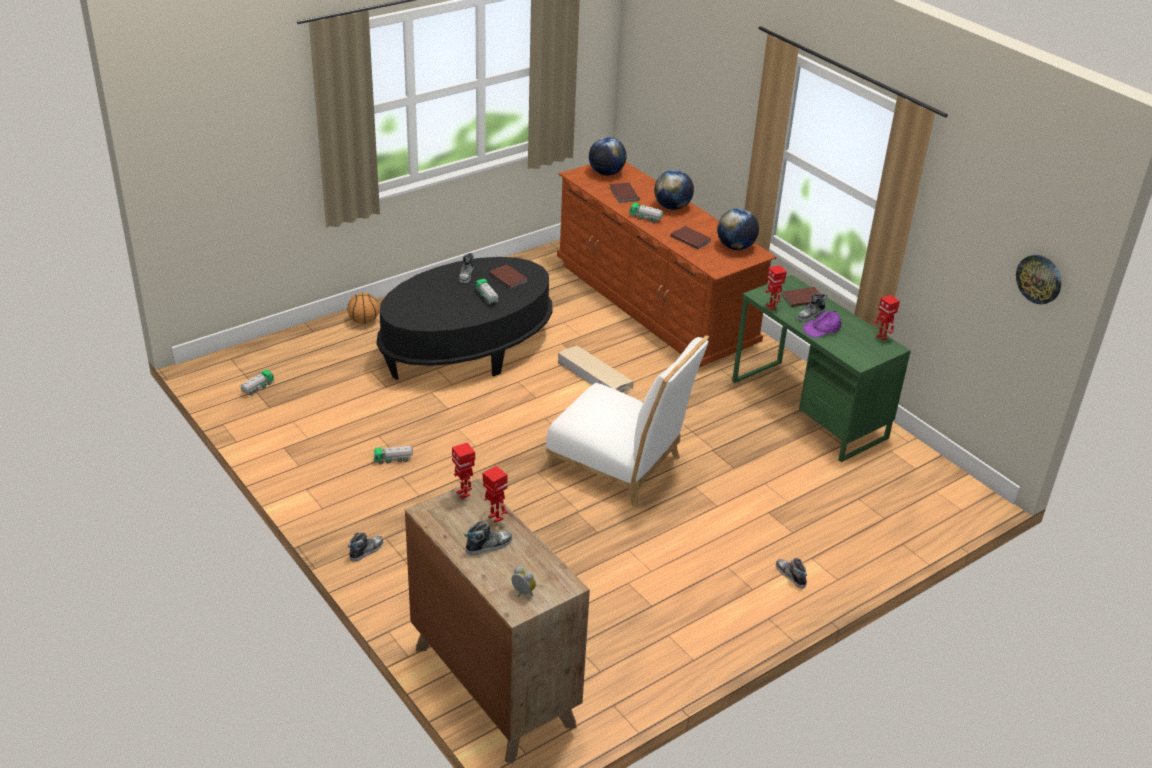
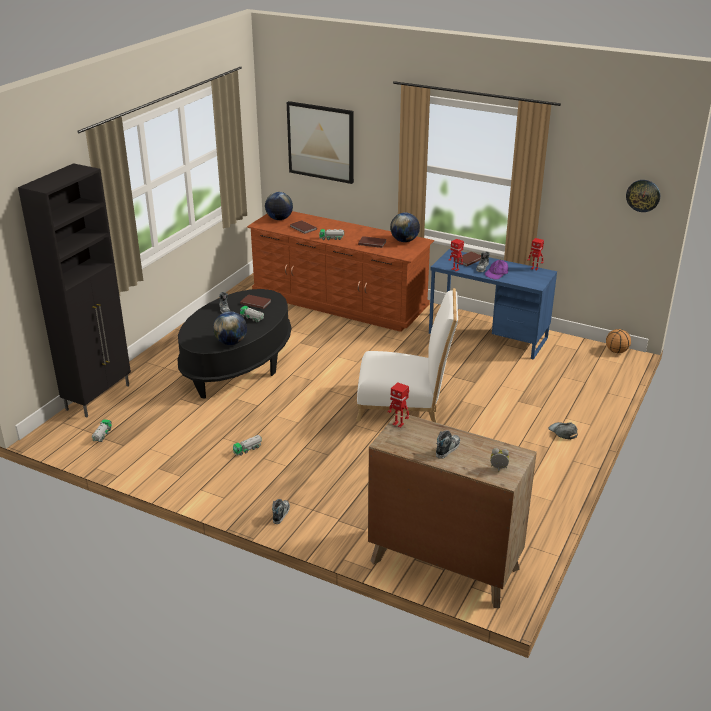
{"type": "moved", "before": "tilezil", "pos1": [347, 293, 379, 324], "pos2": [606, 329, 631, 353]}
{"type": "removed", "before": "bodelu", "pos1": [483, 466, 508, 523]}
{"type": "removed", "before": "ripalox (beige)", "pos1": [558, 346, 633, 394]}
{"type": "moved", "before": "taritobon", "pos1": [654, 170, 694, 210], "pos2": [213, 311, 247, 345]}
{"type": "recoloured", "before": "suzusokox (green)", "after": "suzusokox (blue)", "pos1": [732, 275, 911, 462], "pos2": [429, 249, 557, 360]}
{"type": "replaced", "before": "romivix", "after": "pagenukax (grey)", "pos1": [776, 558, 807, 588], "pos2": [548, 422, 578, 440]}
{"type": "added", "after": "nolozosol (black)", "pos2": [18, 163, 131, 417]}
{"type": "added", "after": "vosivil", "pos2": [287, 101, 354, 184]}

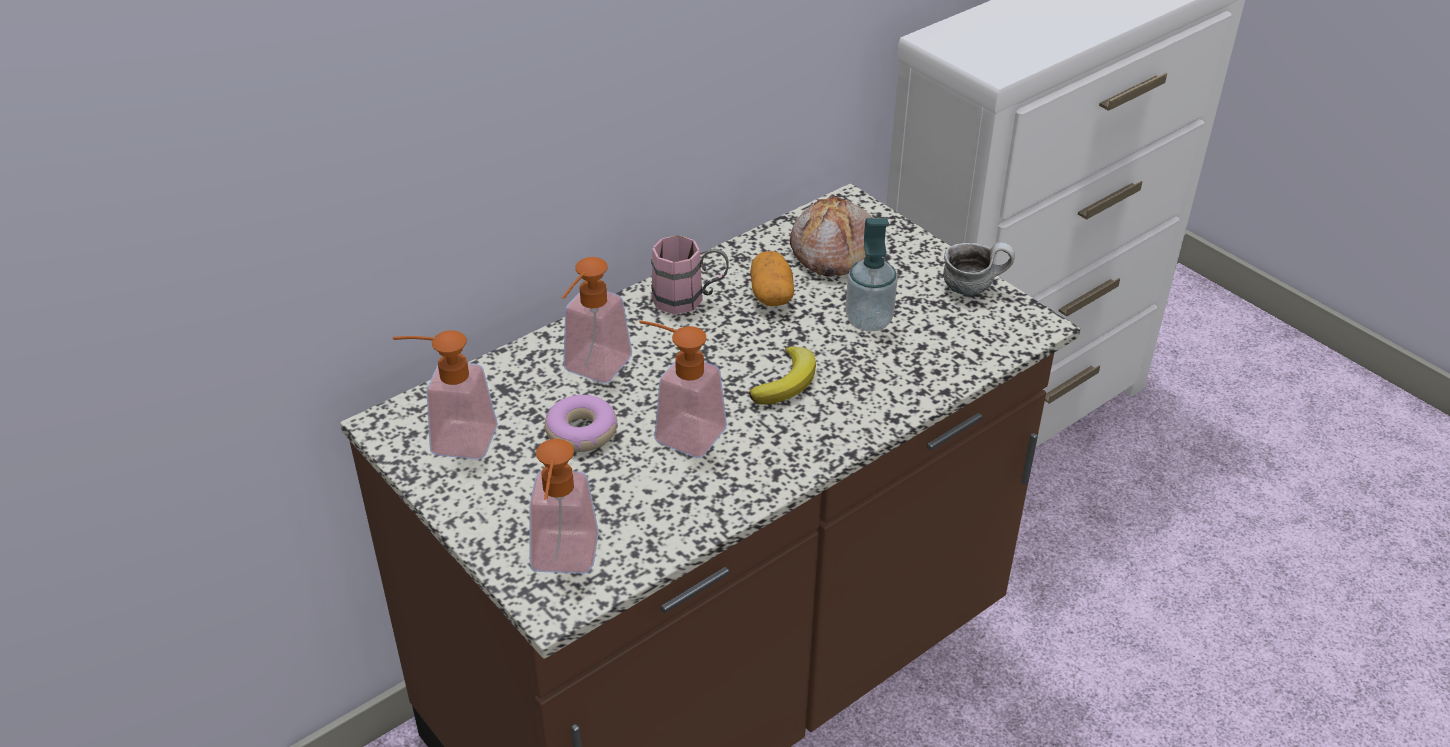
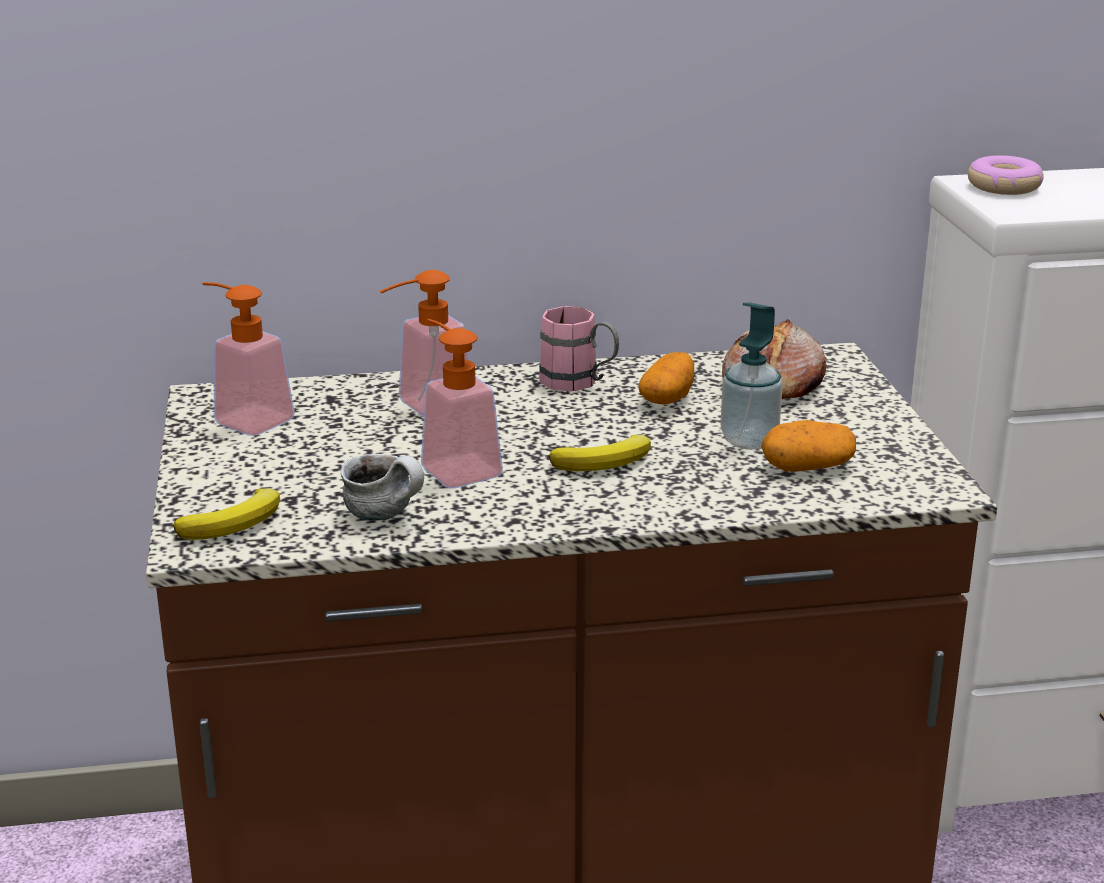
{"type": "replaced", "before": "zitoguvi", "after": "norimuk", "pos1": [529, 439, 599, 574], "pos2": [173, 488, 280, 540]}
{"type": "moved", "before": "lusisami", "pos1": [545, 395, 618, 452], "pos2": [968, 155, 1044, 195]}
{"type": "moved", "before": "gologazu", "pos1": [944, 242, 1015, 296], "pos2": [341, 454, 424, 520]}
{"type": "added", "after": "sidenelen", "pos2": [761, 420, 856, 472]}

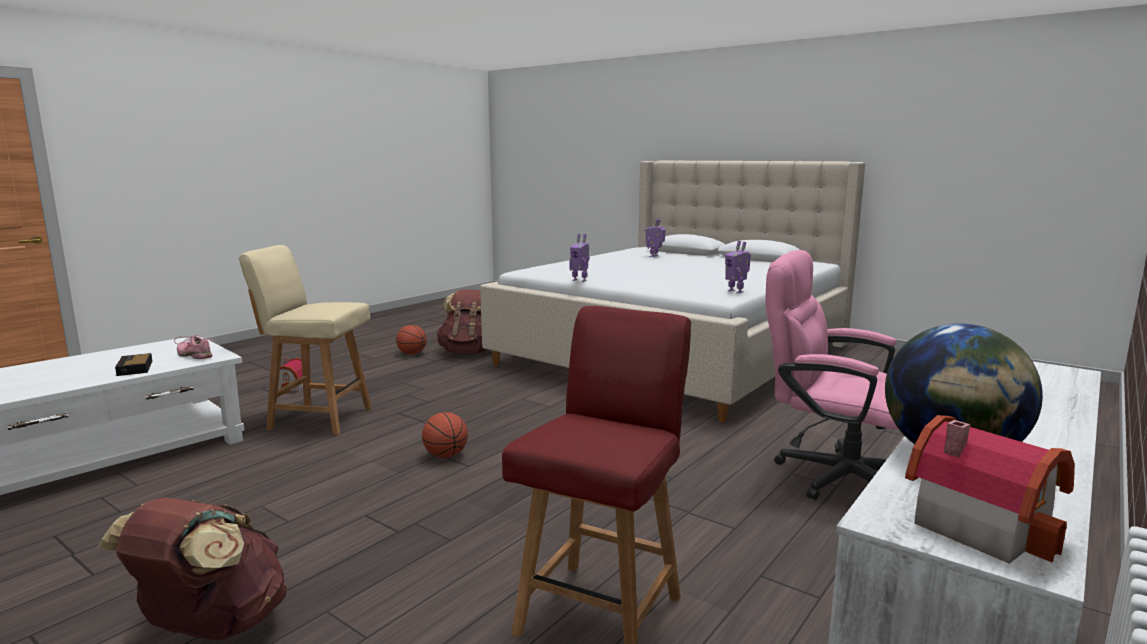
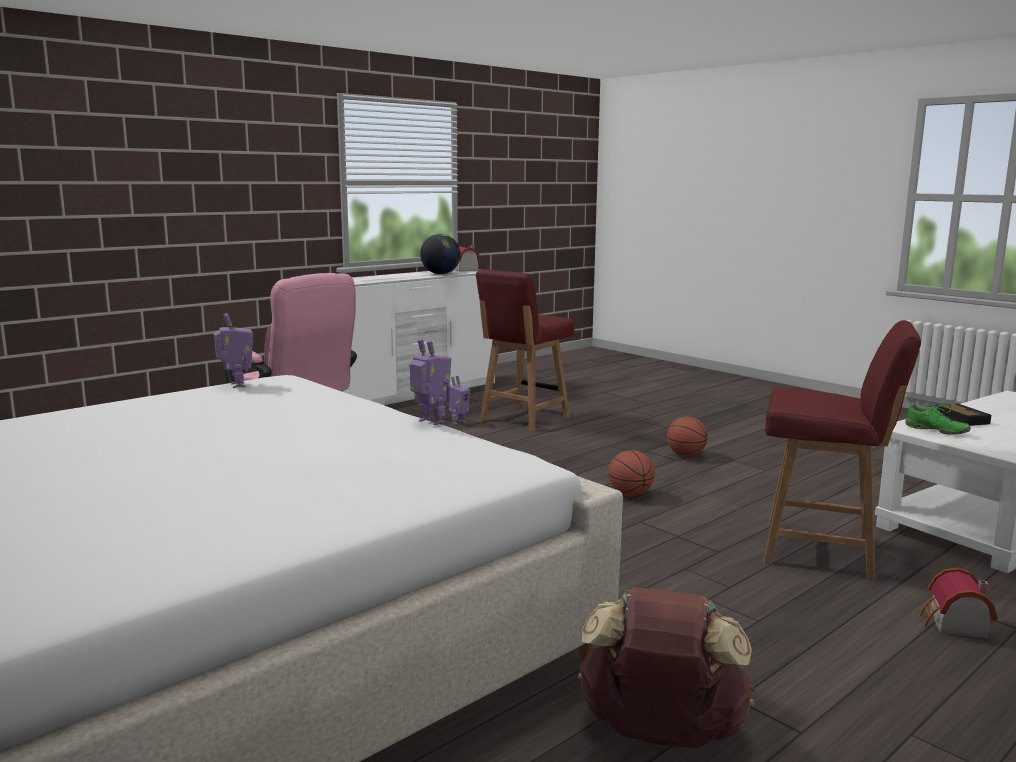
{"type": "removed", "before": "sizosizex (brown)", "pos1": [97, 497, 287, 640]}
{"type": "recoloured", "before": "romivix (pink)", "after": "romivix (green)", "pos1": [174, 335, 214, 359], "pos2": [905, 403, 971, 435]}
{"type": "recoloured", "before": "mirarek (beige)", "after": "mirarek (red)", "pos1": [239, 245, 372, 435], "pos2": [763, 320, 921, 579]}
{"type": "moved", "before": "tilezil", "pos1": [396, 325, 427, 355], "pos2": [667, 416, 708, 457]}
{"type": "moved", "before": "bodelu", "pos1": [645, 219, 666, 257], "pos2": [448, 376, 470, 425]}

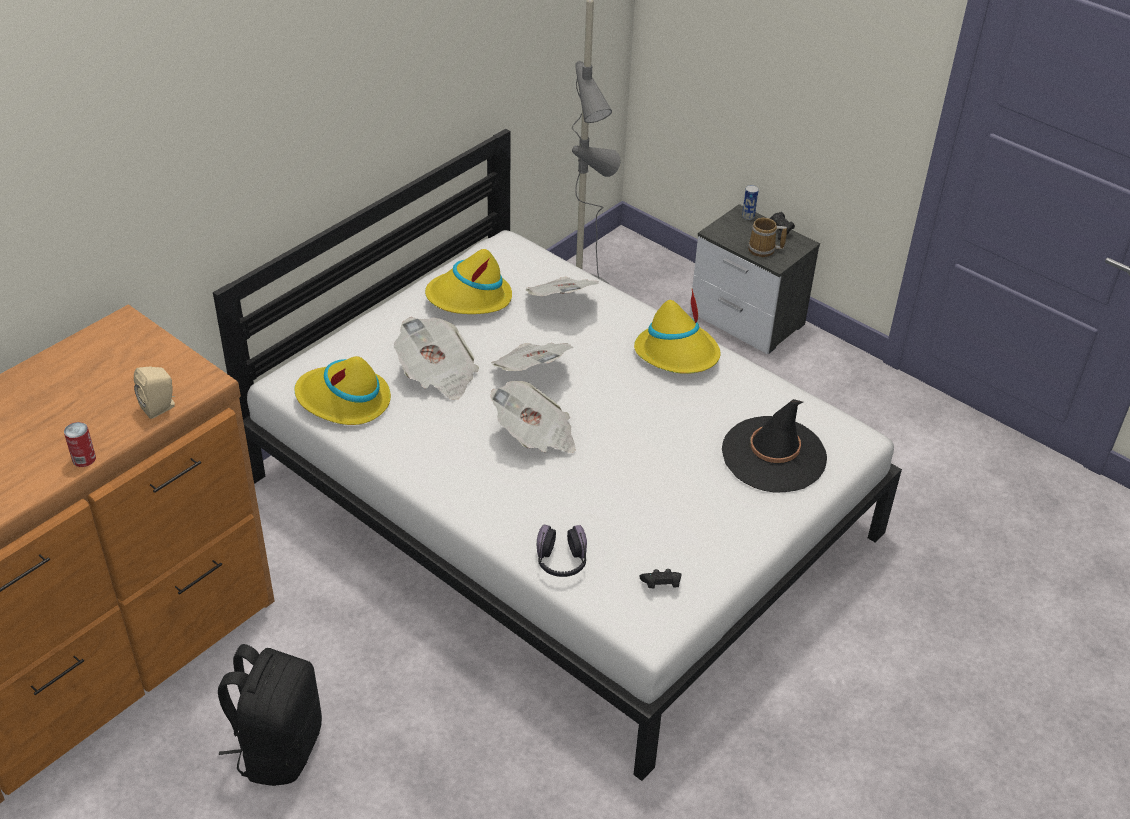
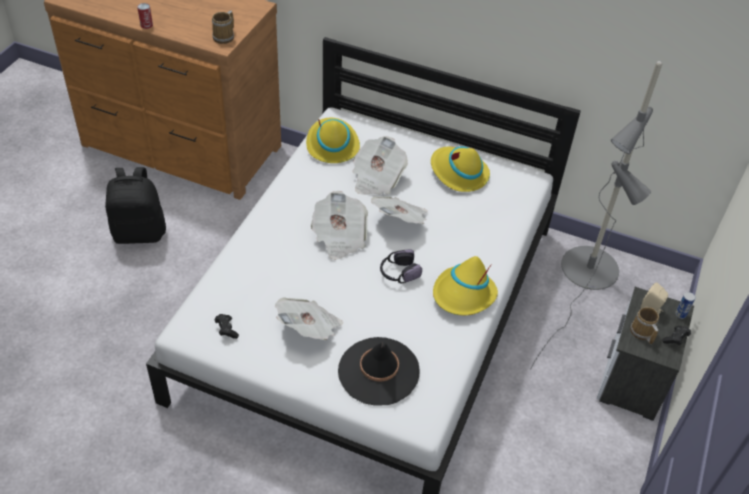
{"type": "moved", "before": "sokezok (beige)", "pos1": [134, 367, 175, 419], "pos2": [640, 282, 668, 314]}
{"type": "moved", "before": "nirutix", "pos1": [525, 277, 599, 296], "pos2": [275, 298, 343, 340]}
{"type": "moved", "before": "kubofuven", "pos1": [537, 525, 587, 577], "pos2": [380, 249, 422, 283]}
{"type": "added", "after": "gologazu", "pos2": [212, 10, 234, 44]}

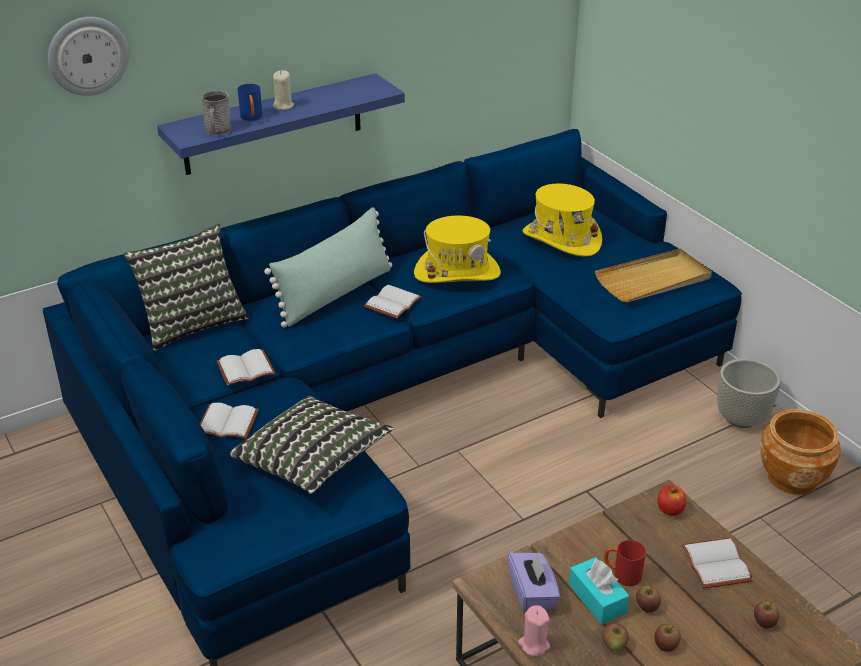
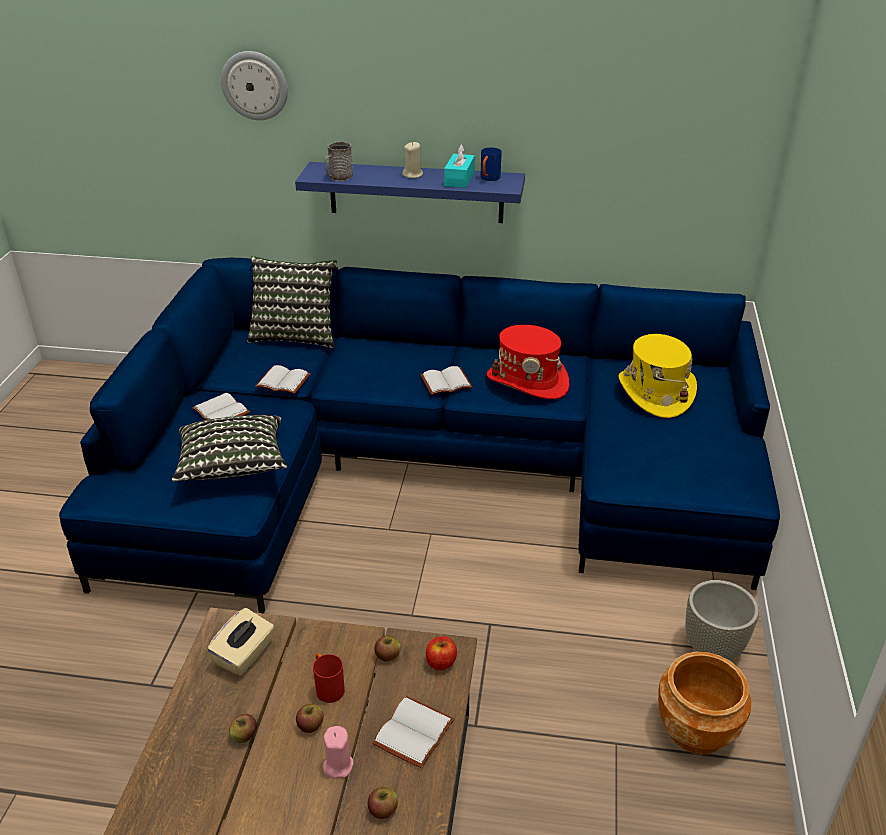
{"type": "moved", "before": "gologazu (blue)", "pos1": [238, 84, 262, 121], "pos2": [481, 147, 502, 181]}
{"type": "removed", "before": "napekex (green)", "pos1": [264, 207, 392, 327]}
{"type": "recoloured", "before": "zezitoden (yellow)", "after": "zezitoden (red)", "pos1": [414, 216, 501, 283], "pos2": [487, 325, 569, 399]}
{"type": "recoloured", "before": "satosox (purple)", "after": "satosox (beige)", "pos1": [507, 552, 560, 614], "pos2": [207, 608, 274, 676]}
{"type": "moved", "before": "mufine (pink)", "pos1": [518, 605, 550, 656], "pos2": [323, 726, 354, 779]}
{"type": "moved", "before": "satosox (turquoise)", "pos1": [569, 557, 630, 624], "pos2": [444, 144, 475, 188]}
{"type": "removed", "before": "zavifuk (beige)", "pos1": [595, 249, 712, 302]}
{"type": "moved", "before": "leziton", "pos1": [655, 624, 681, 652], "pos2": [374, 636, 401, 661]}

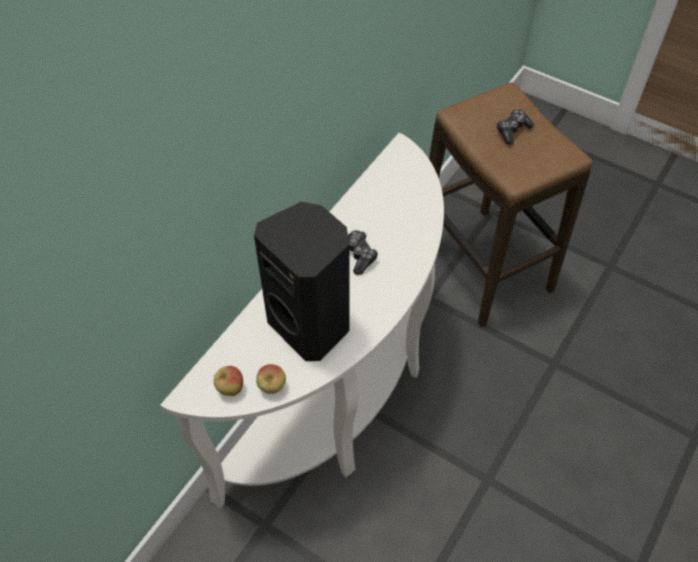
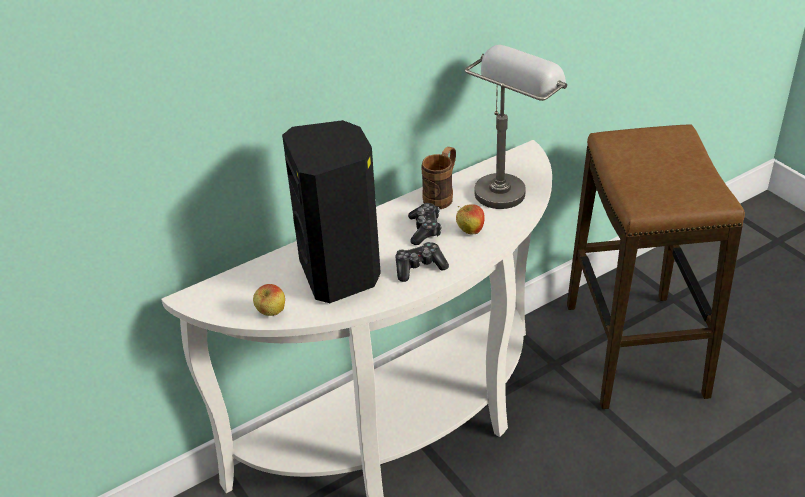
{"type": "moved", "before": "leziton", "pos1": [213, 366, 243, 396], "pos2": [456, 204, 485, 234]}
{"type": "moved", "before": "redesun", "pos1": [497, 110, 534, 145], "pos2": [395, 242, 449, 282]}
{"type": "added", "after": "gologazu (brown)", "pos2": [422, 147, 456, 209]}
{"type": "added", "after": "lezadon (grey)", "pos2": [465, 45, 567, 209]}

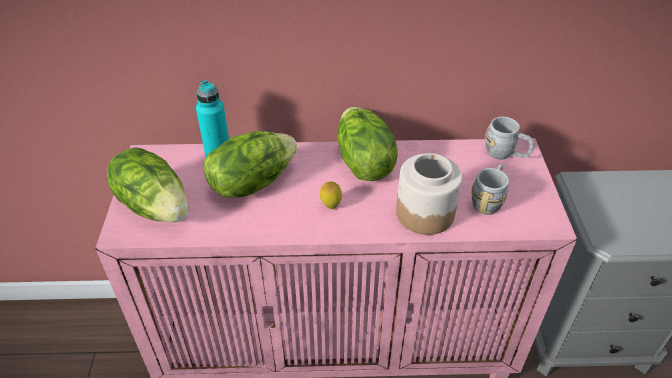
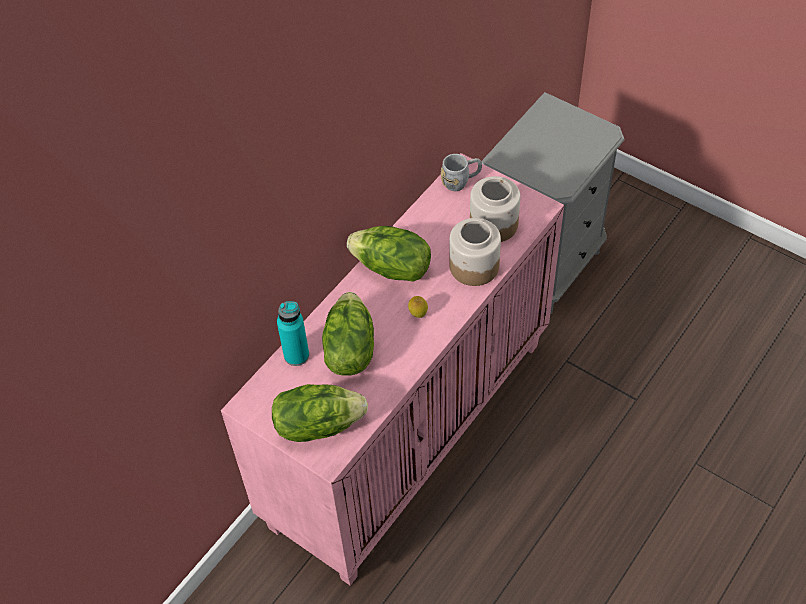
{"type": "replaced", "before": "gologazu (grey)", "after": "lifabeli", "pos1": [471, 164, 509, 215], "pos2": [470, 176, 520, 242]}

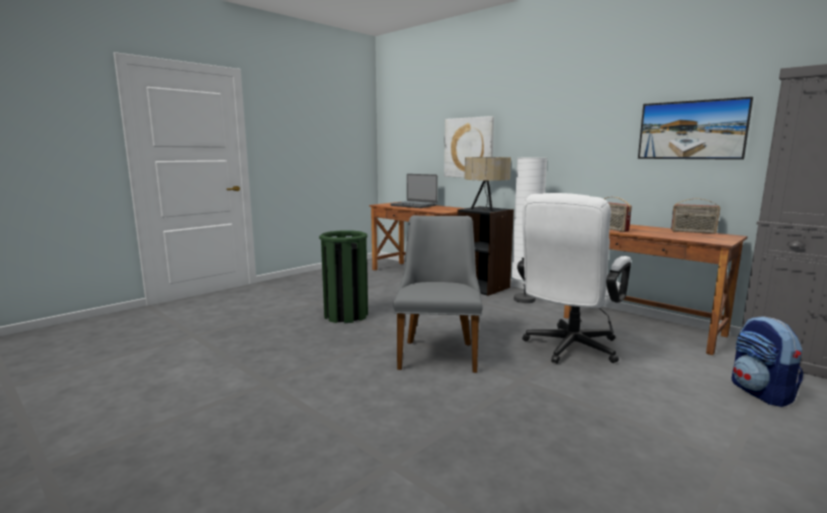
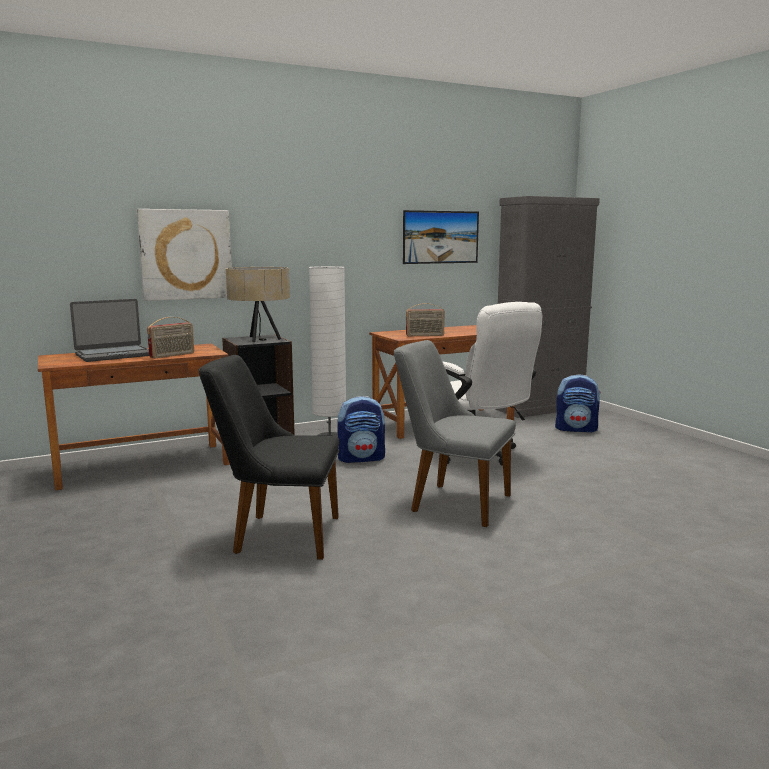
{"type": "replaced", "before": "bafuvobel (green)", "after": "mirarek (black)", "pos1": [319, 230, 368, 323], "pos2": [199, 355, 339, 560]}
{"type": "moved", "before": "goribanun", "pos1": [671, 198, 720, 234], "pos2": [147, 317, 194, 358]}
{"type": "added", "after": "sizosizex", "pos2": [337, 396, 385, 463]}

